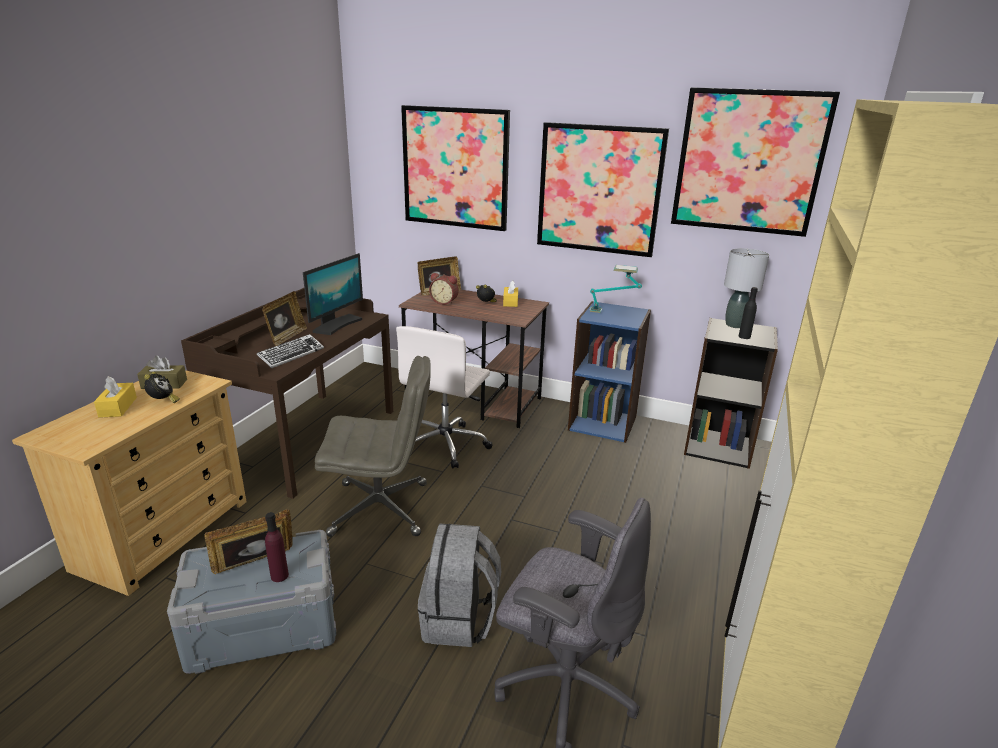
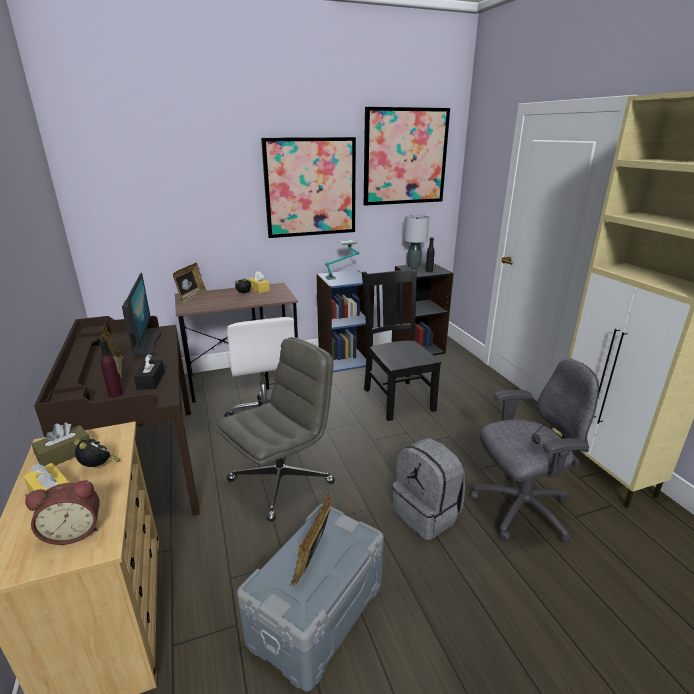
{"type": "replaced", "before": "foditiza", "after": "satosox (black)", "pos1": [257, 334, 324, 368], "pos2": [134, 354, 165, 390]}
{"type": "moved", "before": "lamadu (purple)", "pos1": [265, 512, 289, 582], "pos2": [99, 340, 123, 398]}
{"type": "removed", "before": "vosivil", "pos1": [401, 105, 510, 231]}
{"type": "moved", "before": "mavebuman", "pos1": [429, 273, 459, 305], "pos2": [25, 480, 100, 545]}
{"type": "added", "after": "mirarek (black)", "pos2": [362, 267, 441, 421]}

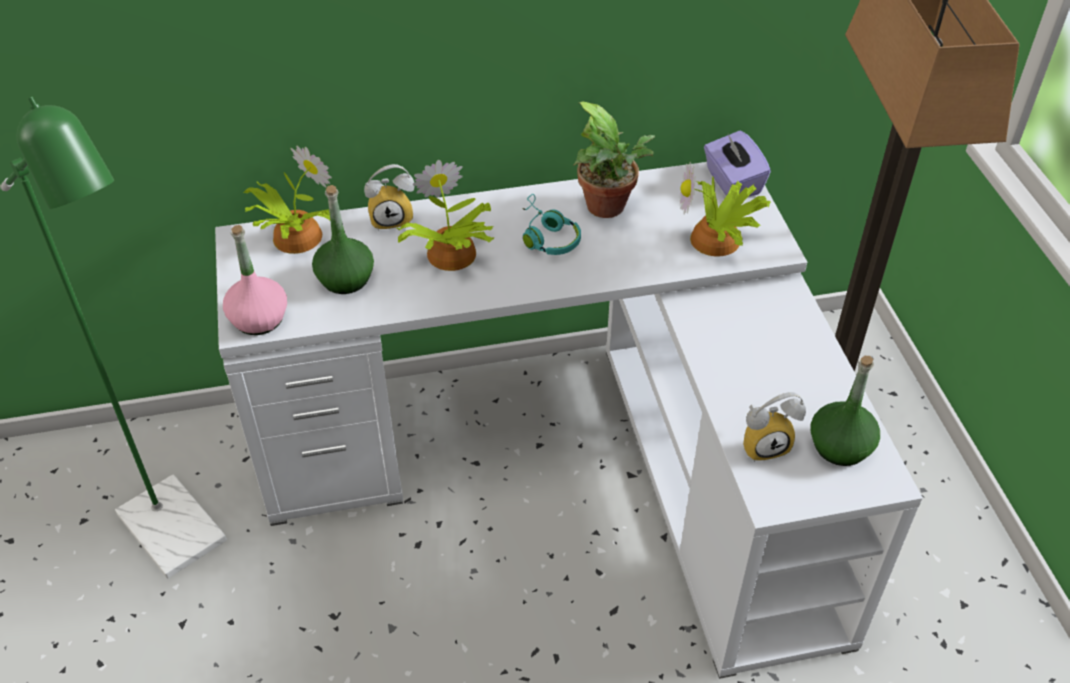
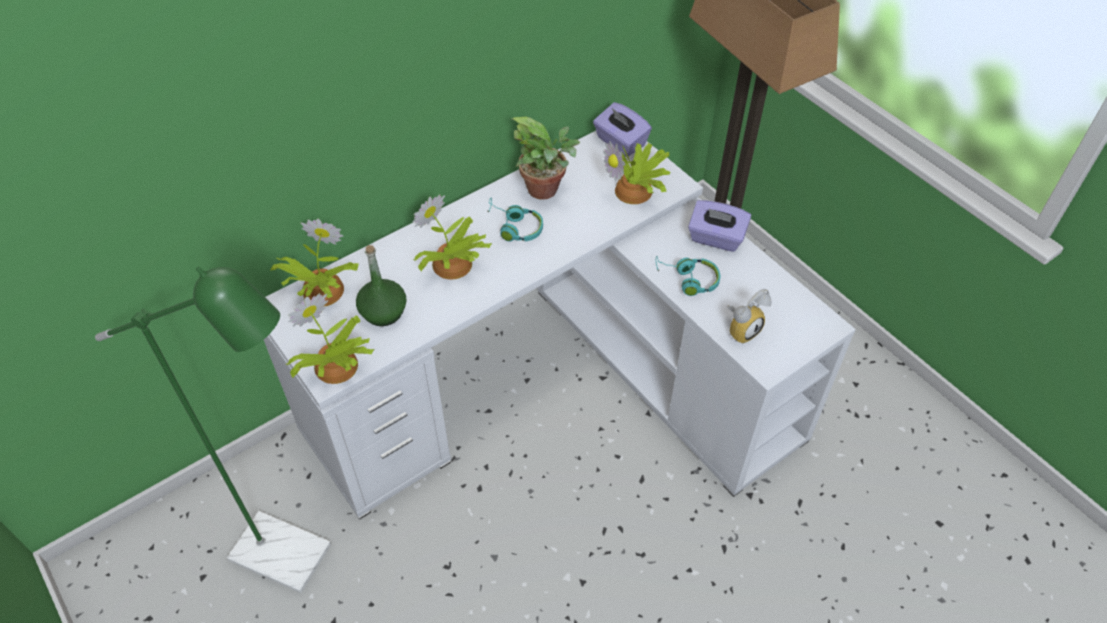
{"type": "replaced", "before": "lamadu (pink)", "after": "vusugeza", "pos1": [223, 225, 287, 335], "pos2": [286, 293, 374, 384]}
{"type": "removed", "before": "mavebuman", "pos1": [364, 164, 415, 231]}
{"type": "removed", "before": "lamadu (green)", "pos1": [811, 356, 880, 466]}
{"type": "added", "after": "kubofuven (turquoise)", "pos2": [656, 256, 720, 296]}
{"type": "added", "after": "satosox (purple)", "pos2": [688, 200, 751, 252]}

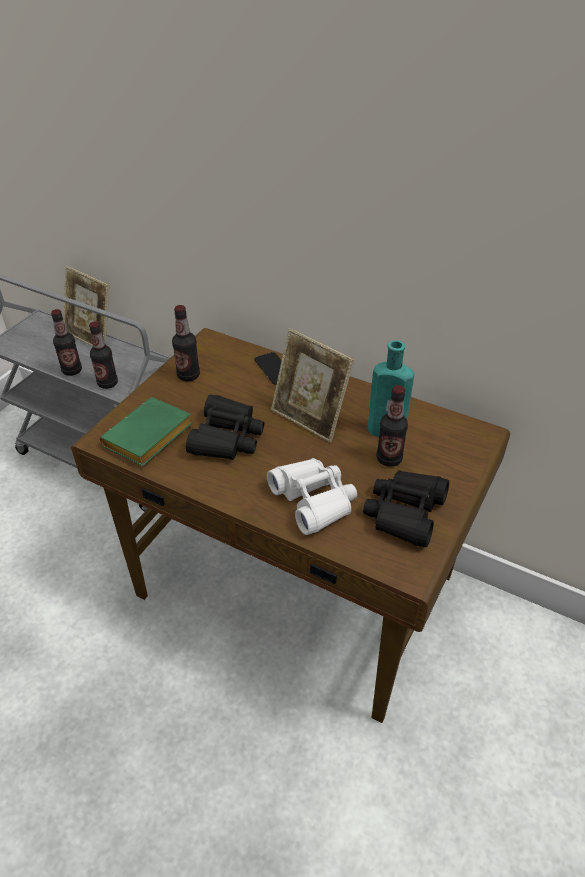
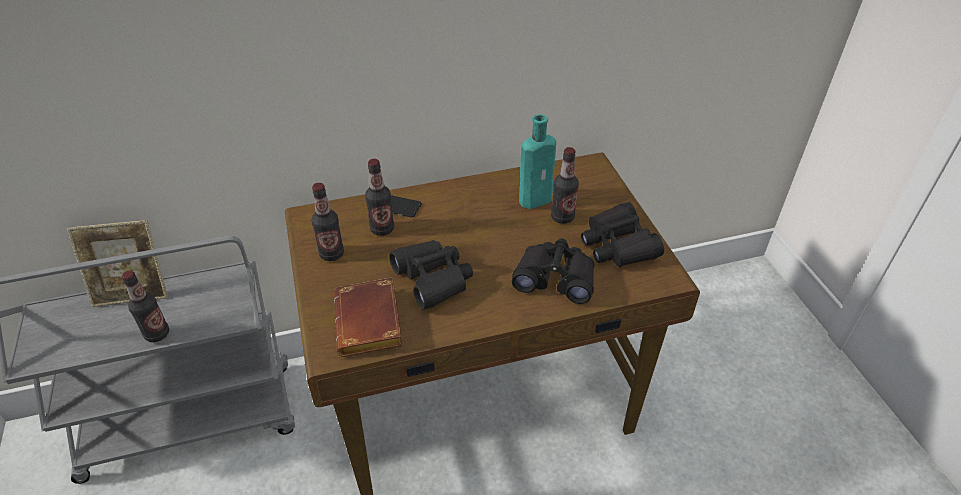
{"type": "moved", "before": "lamadu", "pos1": [89, 321, 118, 389], "pos2": [365, 159, 394, 236]}
{"type": "recoloured", "before": "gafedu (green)", "after": "gafedu (brown)", "pos1": [100, 397, 193, 466], "pos2": [334, 277, 403, 357]}
{"type": "recoloured", "before": "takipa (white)", "after": "takipa (black)", "pos1": [267, 458, 357, 535], "pos2": [512, 238, 594, 304]}
{"type": "removed", "before": "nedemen", "pos1": [271, 328, 354, 443]}

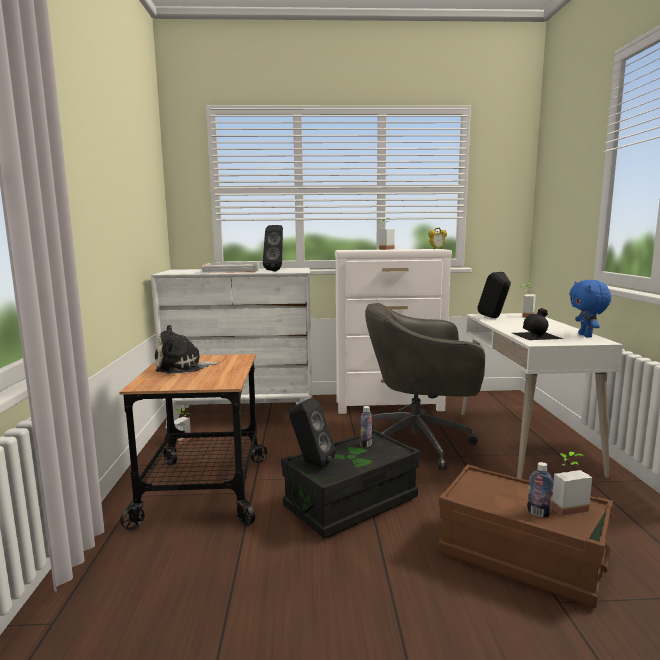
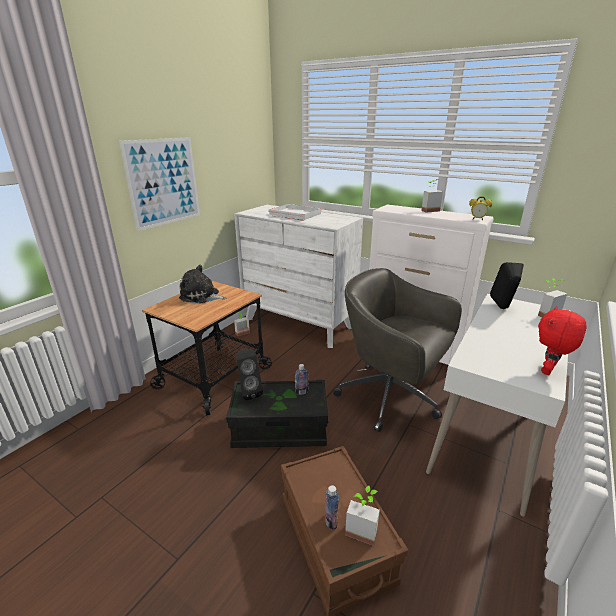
{"type": "removed", "before": "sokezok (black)", "pos1": [263, 225, 283, 271]}
{"type": "removed", "before": "lamadu (black)", "pos1": [512, 308, 563, 340]}
{"type": "recoloured", "before": "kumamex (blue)", "after": "kumamex (red)", "pos1": [570, 280, 611, 337], "pos2": [538, 306, 586, 375]}
{"type": "added", "after": "vosivil", "pos2": [119, 137, 200, 231]}

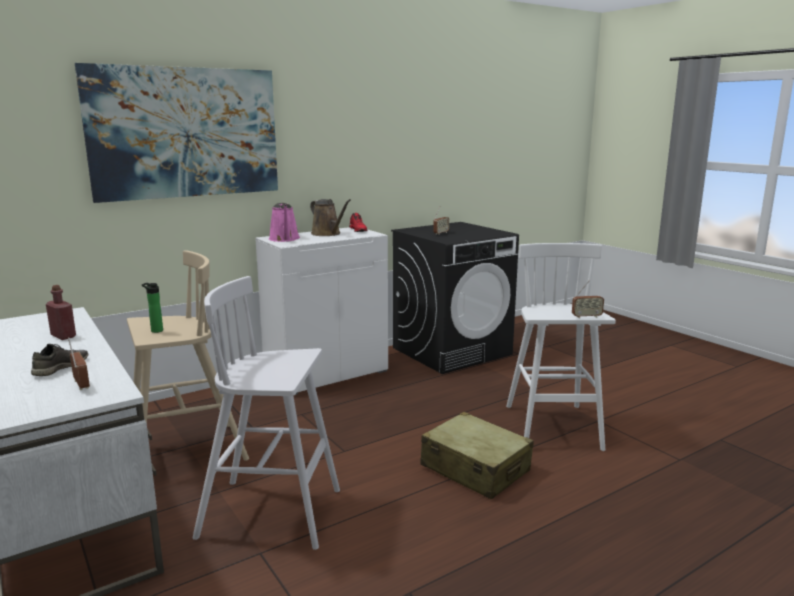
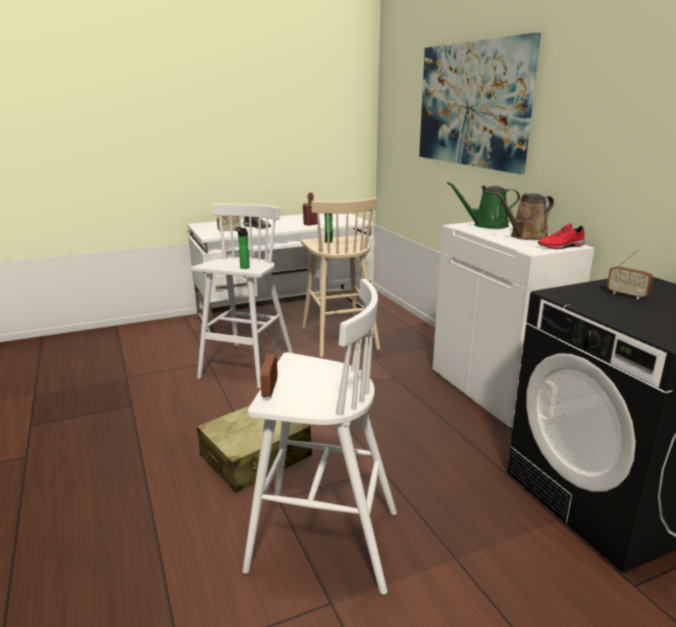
{"type": "recoloured", "before": "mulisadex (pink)", "after": "mulisadex (green)", "pos1": [269, 203, 300, 242], "pos2": [447, 182, 520, 229]}
{"type": "added", "after": "lamadu", "pos2": [236, 227, 250, 269]}

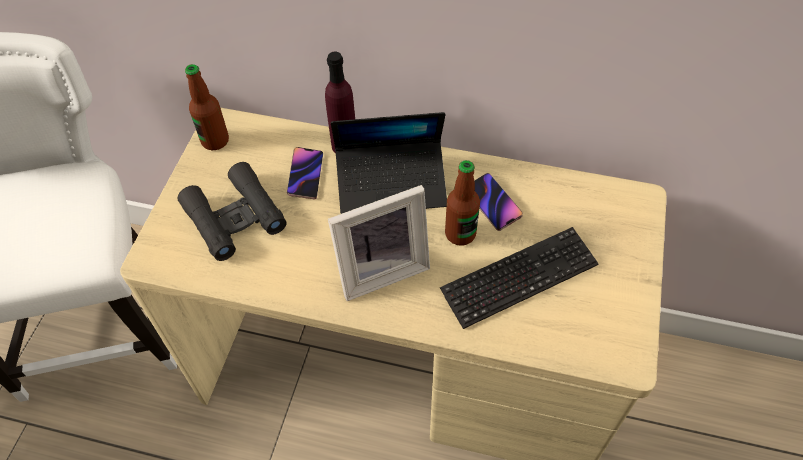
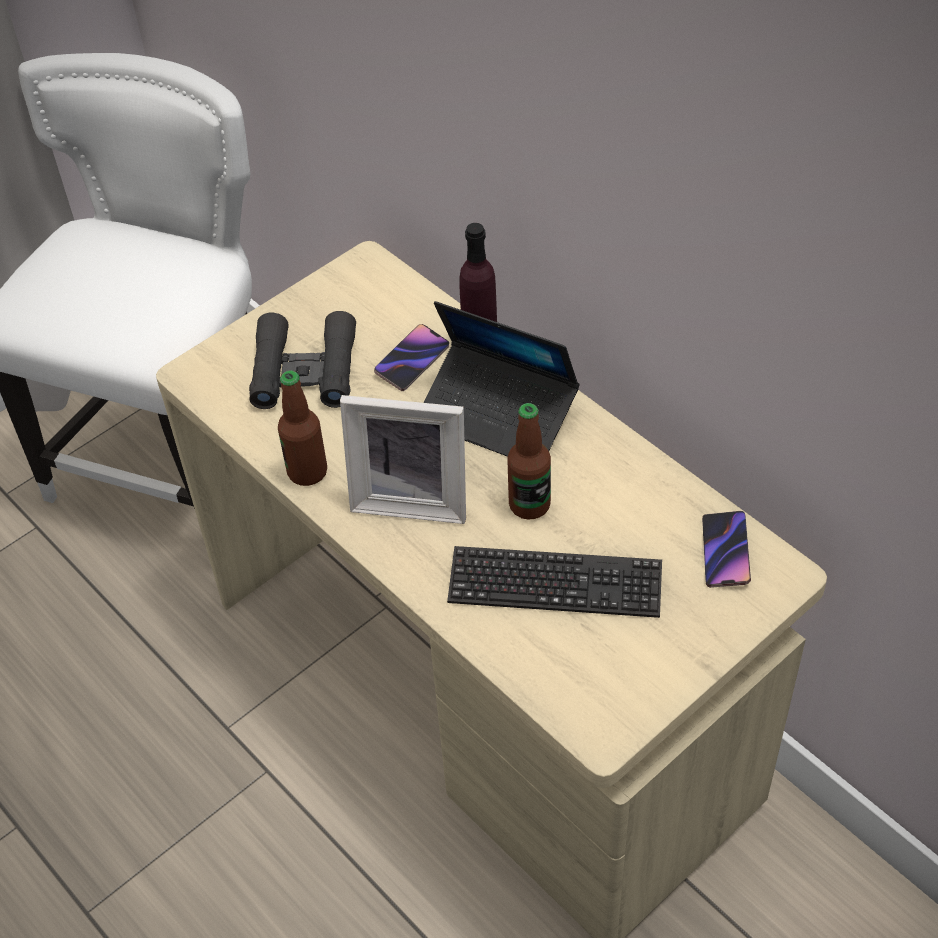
{"type": "moved", "before": "lamadu", "pos1": [185, 64, 229, 150], "pos2": [278, 371, 327, 486]}
{"type": "moved", "before": "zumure", "pos1": [474, 173, 523, 231], "pos2": [702, 511, 751, 588]}

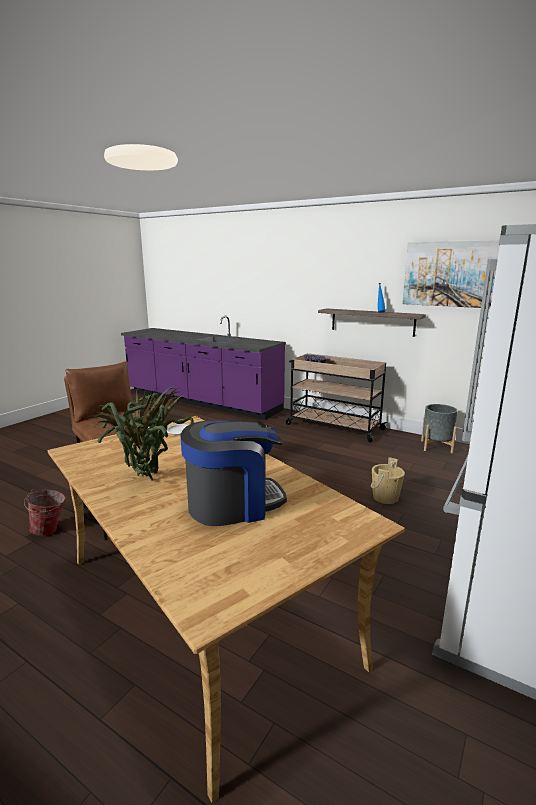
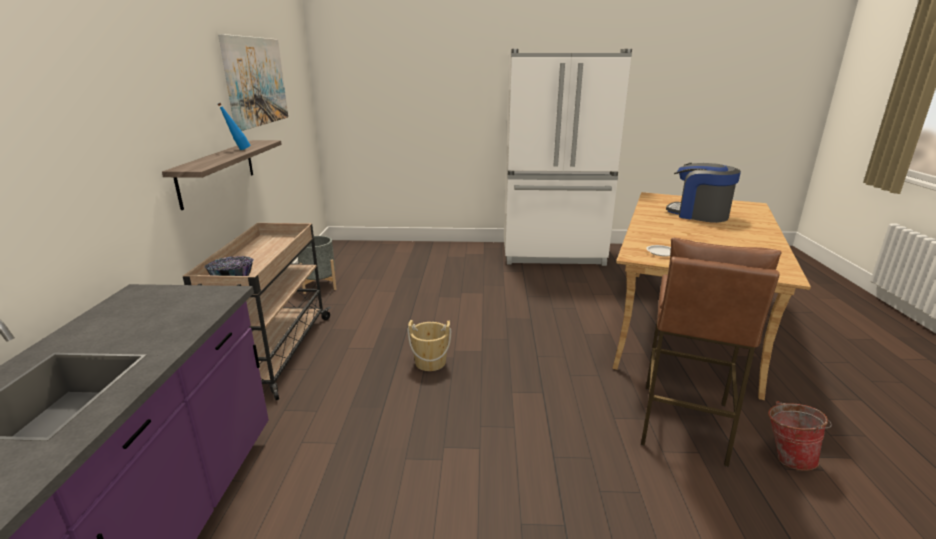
{"type": "removed", "before": "vusugeza", "pos1": [83, 386, 194, 480]}
{"type": "moved", "before": "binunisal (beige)", "pos1": [371, 458, 405, 504], "pos2": [407, 320, 451, 371]}

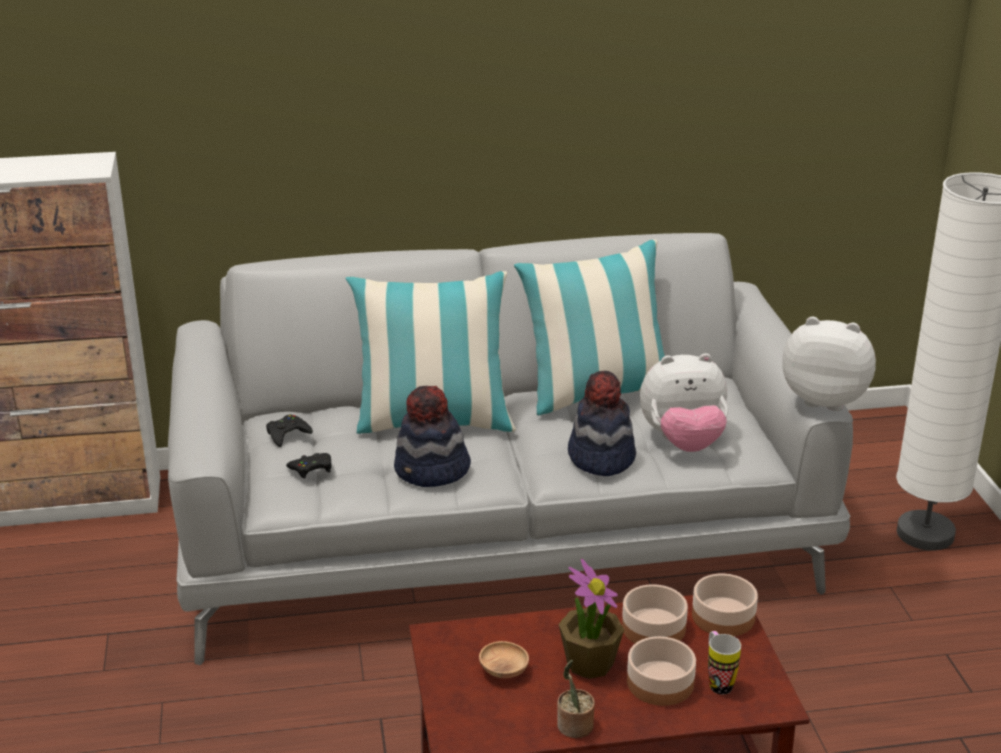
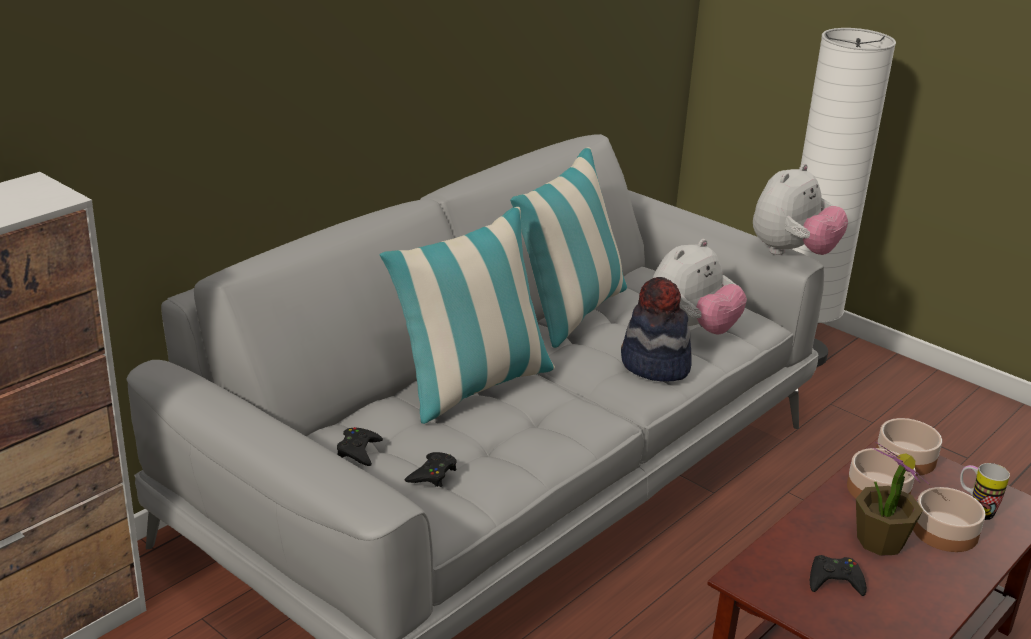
{"type": "removed", "before": "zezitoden", "pos1": [394, 386, 471, 487]}
{"type": "replaced", "before": "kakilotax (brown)", "after": "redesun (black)", "pos1": [479, 641, 529, 678], "pos2": [810, 555, 867, 596]}
{"type": "removed", "before": "vusugeza", "pos1": [557, 660, 595, 738]}
{"type": "turned", "before": "kumamex", "pos1": [782, 317, 876, 411], "pos2": [753, 163, 848, 255], "turn": 150}

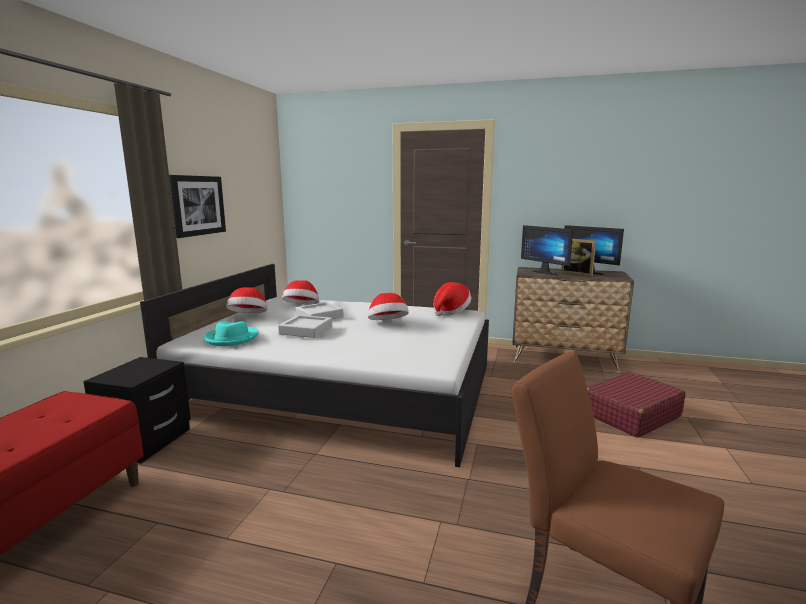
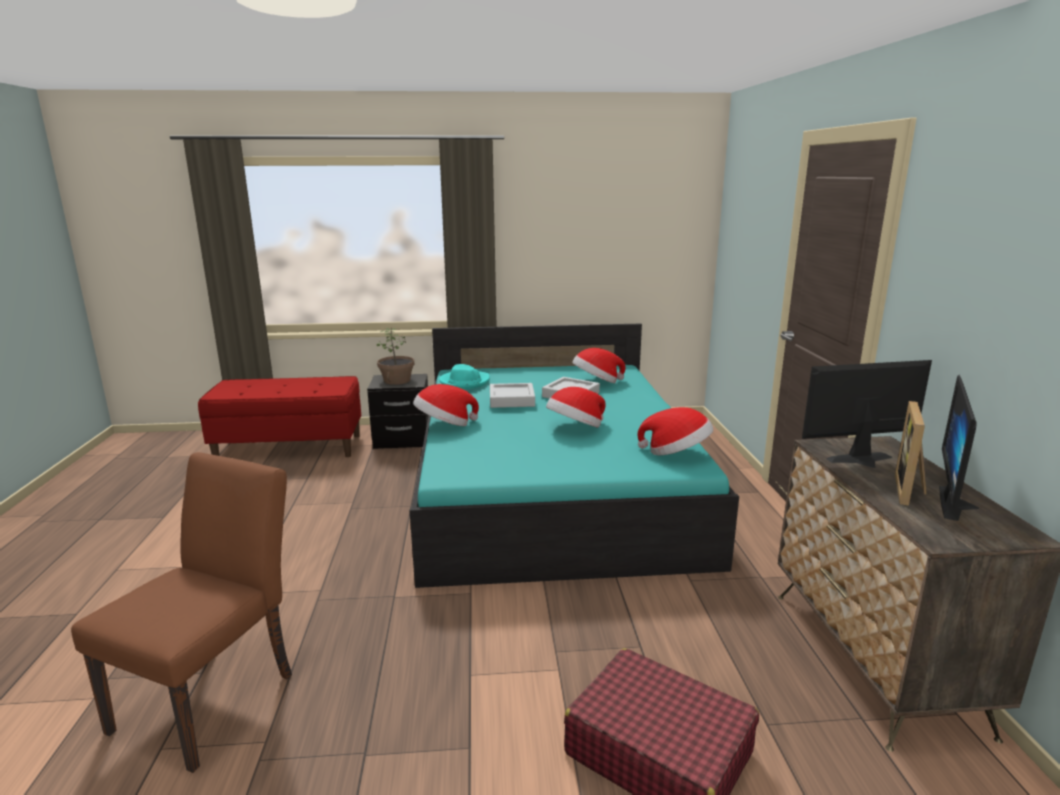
{"type": "recoloured", "before": "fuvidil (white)", "after": "fuvidil (turquoise)", "pos1": [140, 264, 489, 467], "pos2": [410, 324, 739, 588]}
{"type": "removed", "before": "vosivil", "pos1": [169, 175, 226, 238]}
{"type": "moved", "before": "zezitoden", "pos1": [226, 287, 267, 313], "pos2": [413, 384, 479, 426]}
{"type": "turned", "before": "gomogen", "pos1": [521, 225, 573, 276], "pos2": [802, 360, 932, 468], "turn": 45}
{"type": "added", "after": "vusugeza", "pos2": [377, 327, 414, 385]}

